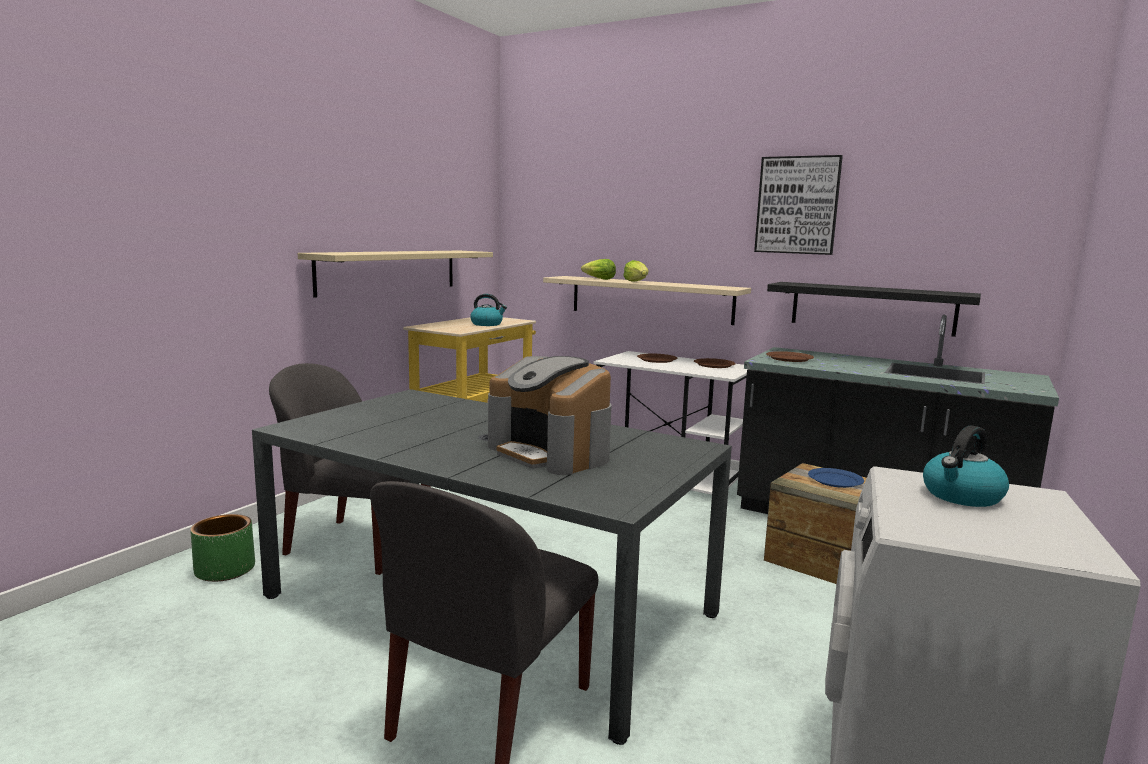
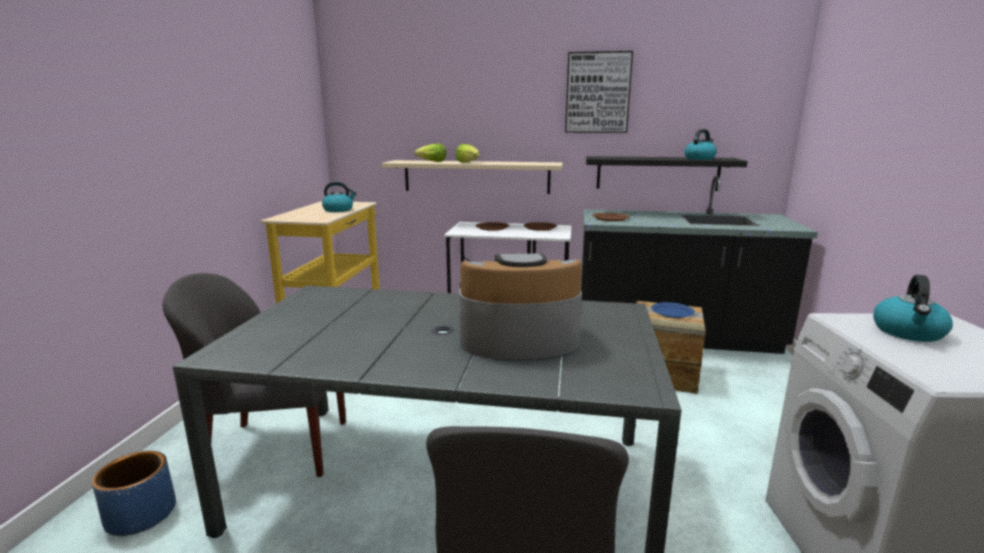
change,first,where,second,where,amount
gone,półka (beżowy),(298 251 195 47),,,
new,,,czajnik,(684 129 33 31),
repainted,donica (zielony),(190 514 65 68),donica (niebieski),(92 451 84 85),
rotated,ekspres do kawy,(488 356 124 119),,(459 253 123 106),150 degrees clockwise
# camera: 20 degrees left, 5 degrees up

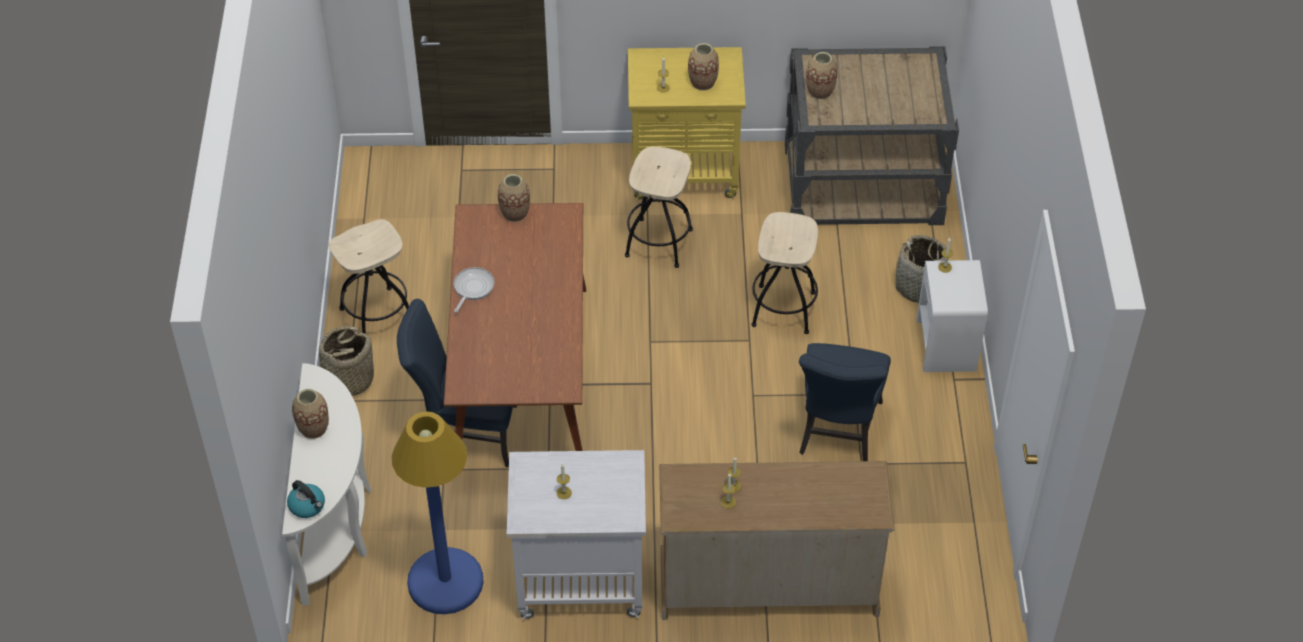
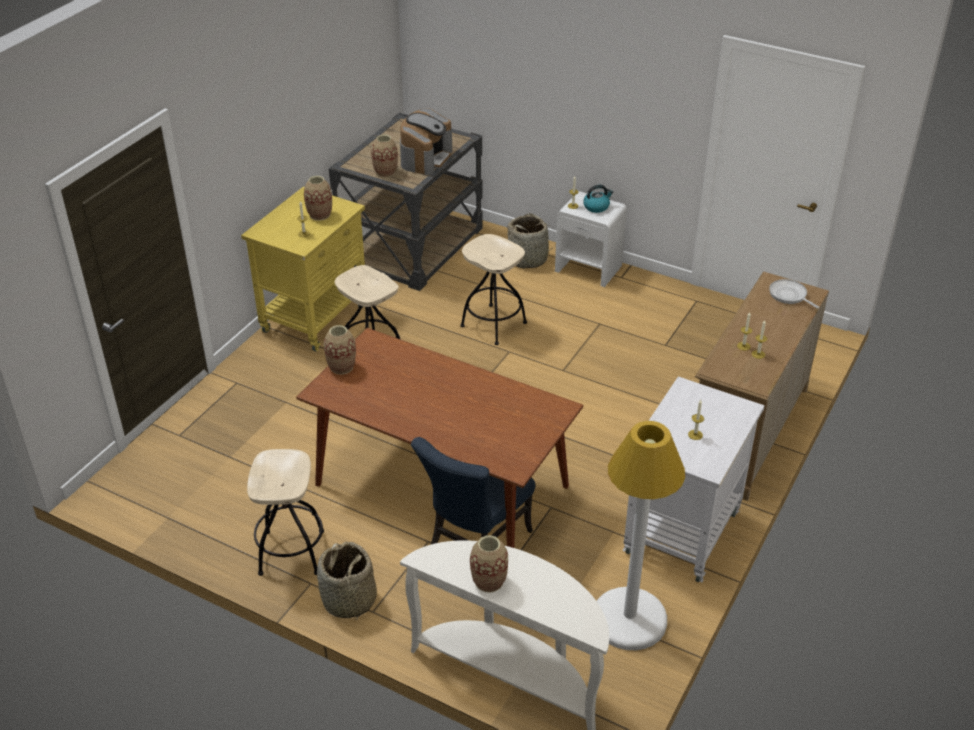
change,first,where,second,where,amount
gone,krzesło (niebieski),(799 343 92 118),,,
new,,,ekspres do kawy,(400 108 52 67),
shifted,czajnik,(287 480 38 38),,(583 185 30 28),
shifted,patelnia,(454 267 40 46),,(769 279 50 30),
repainted,lampa stojąca (niebieski),(392 412 92 202),lampa stojąca (biały),(597 421 88 229),
# camera: 60 degrees left, 10 degrees down

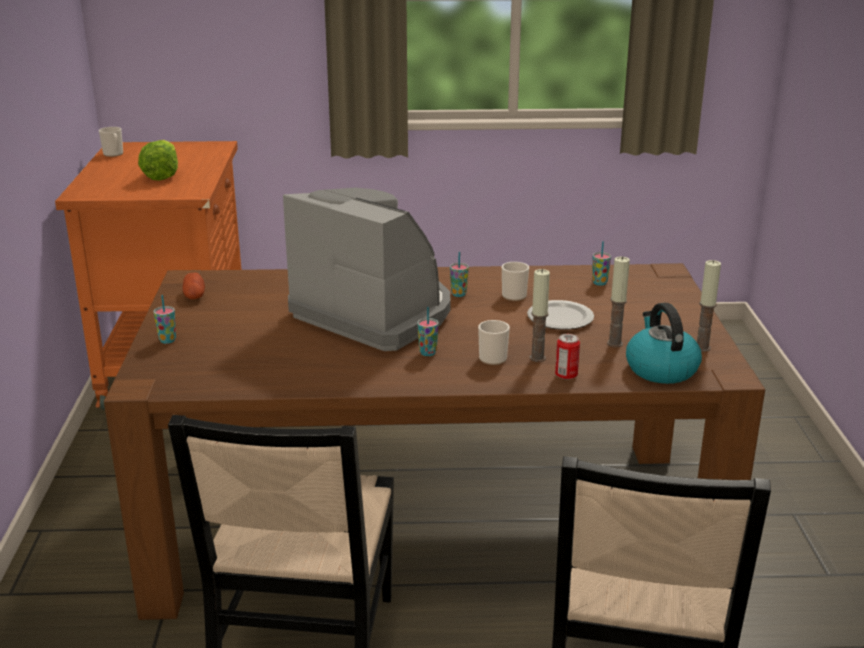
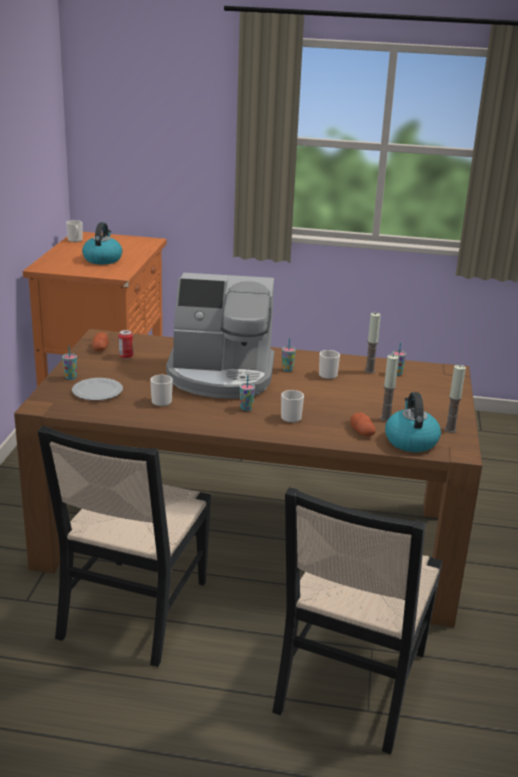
change,first,where,second,where,amount
new,,,kubek,(150 375 23 32),
new,,,ziemniak,(350 413 26 23),
shifted,talerz,(527 300 67 30),,(72 378 51 23),
shifted,świeca,(530 269 20 93),,(365 313 16 61),
shifted,puszka,(555 334 25 46),,(119 330 14 29),
swapped,sałata,(138 140 40 41),czajnik,(82 222 40 43),
rotated,ekspres do kawy,(283 188 168 163),,(166 273 108 126),135 degrees clockwise
# camera: 10 degrees right, 0 degrees up

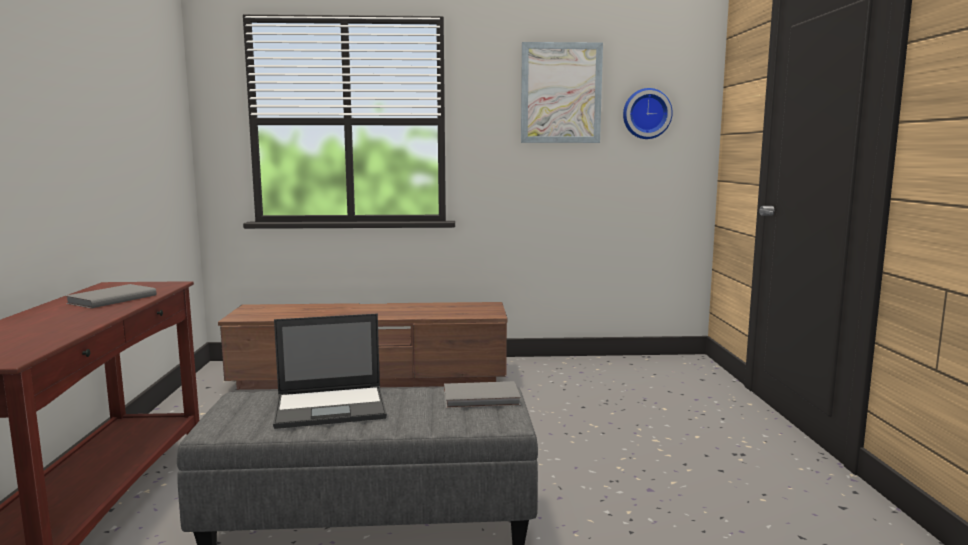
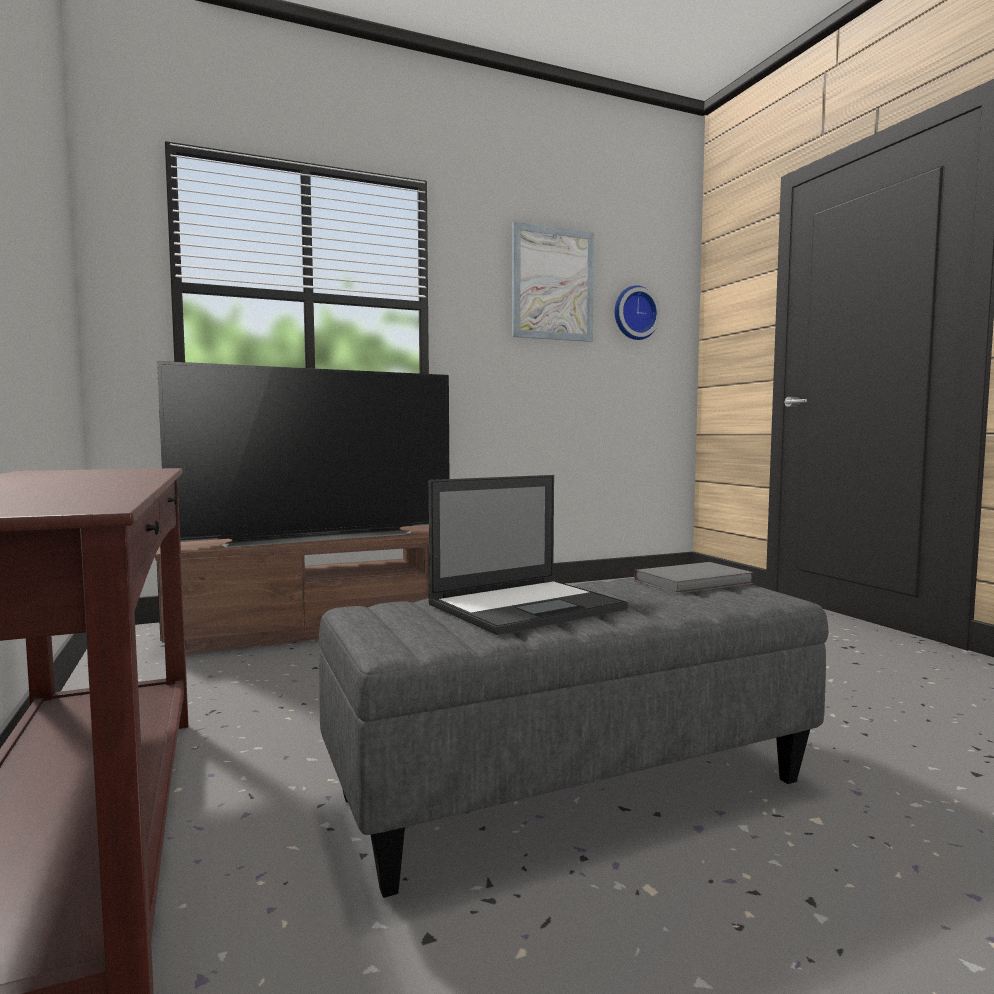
change,first,where,second,where,amount
gone,książka (szary),(66 284 90 24),,,
new,,,telewizor,(157 361 292 187),
# camera: 20 degrees left, 5 degrees down

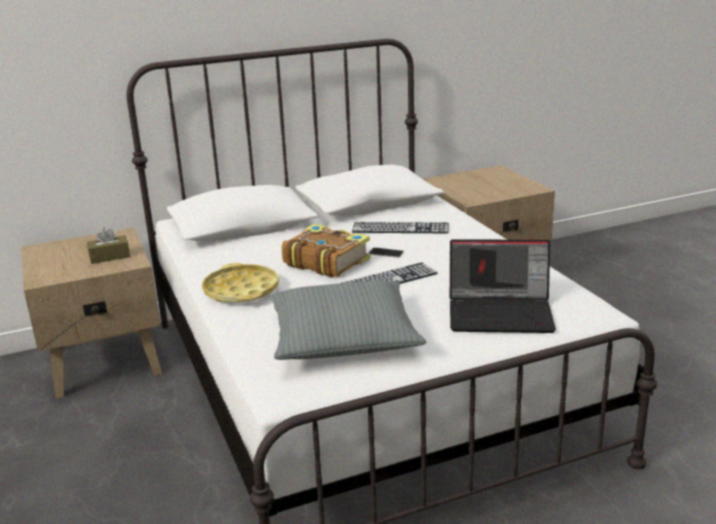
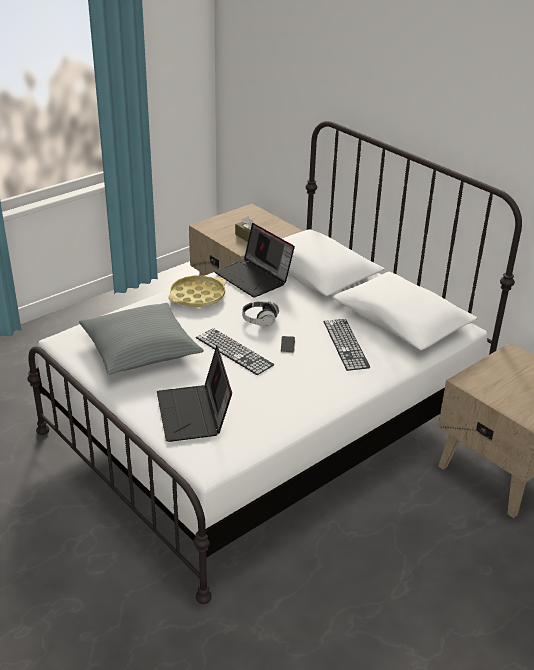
change,first,where,second,where,amount
new,,,laptop,(214 223 81 75),
swapped,książka,(282 224 88 53),słuchawki,(242 301 37 26),
# camera: 70 degrees right, 10 degrees up

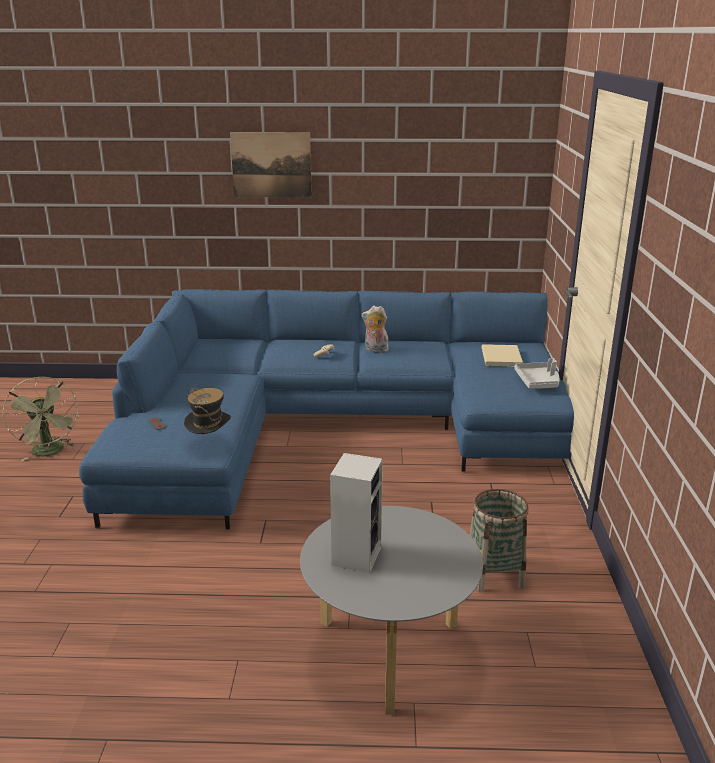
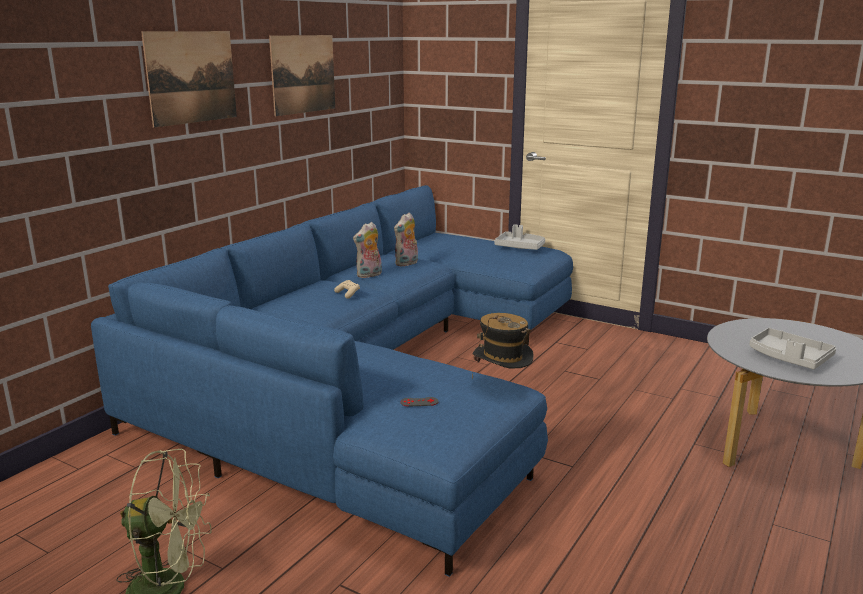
change,first,where,second,where,amount
gone,koszyk,(469 489 60 104),,,
gone,książka (beżowy),(482 344 41 23),,,
new,,,obraz,(269 35 66 81),
new,,,pluszak,(394 213 24 54),
swapped,głośnik,(330 453 53 120),taca (szary),(750 328 86 41),
# camera: 60 degrees left, 5 degrees down

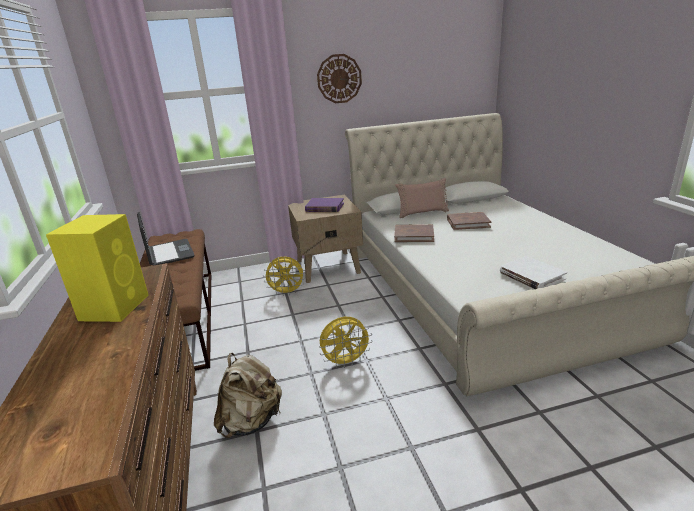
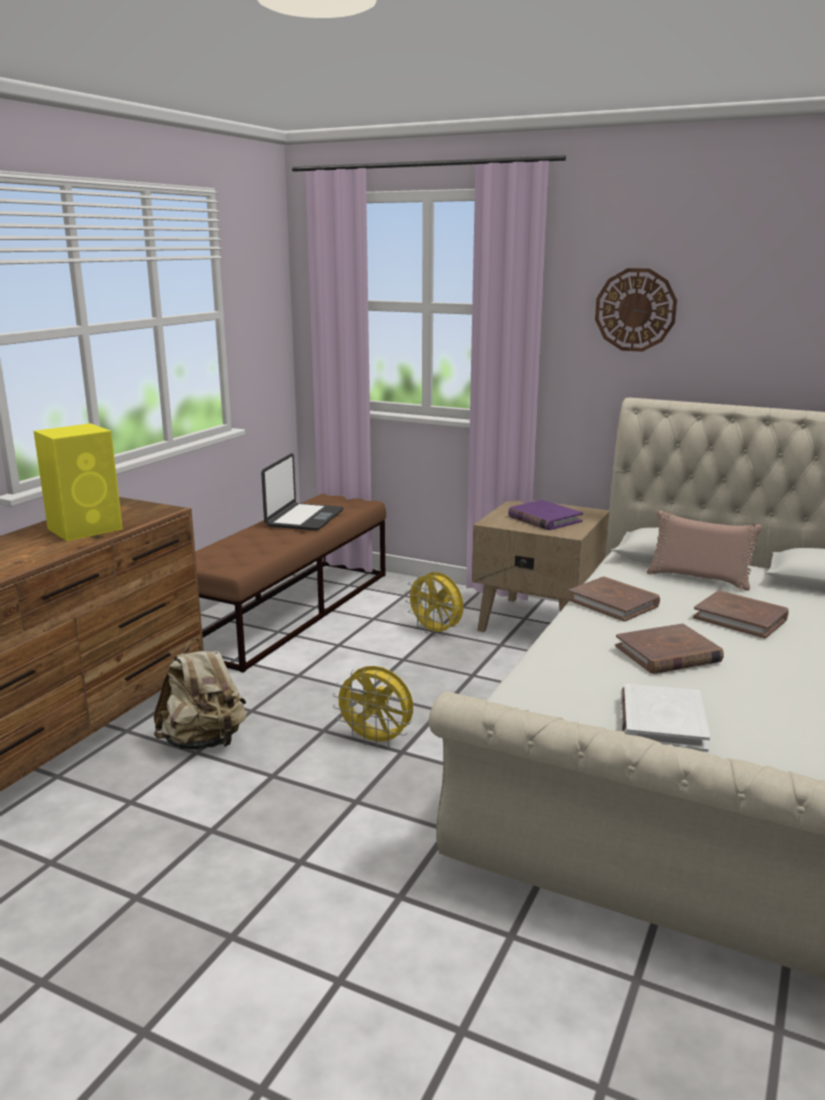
change,first,where,second,where,amount
new,,,książka (brązowy),(615 623 109 51),
# camera: 40 degrees right, 5 degrees down

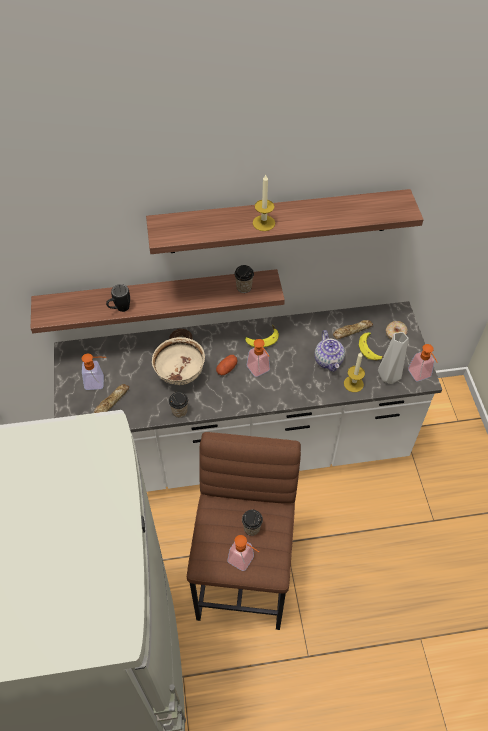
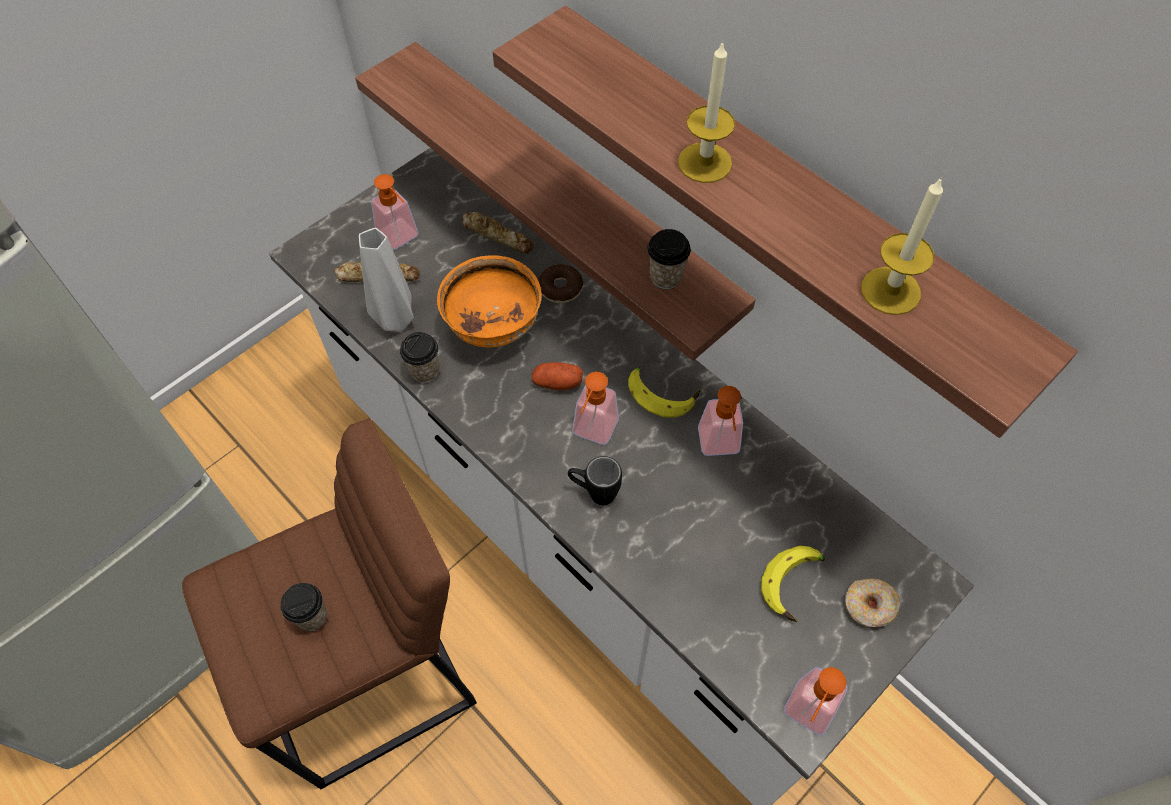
change,first,where,second,where,amount
gone,imbryk,(314 330 31 42),,,
shifted,kubek (czarny),(106 284 24 28),,(568 456 54 49),
shifted,dozownik mydła,(227 535 32 36),,(698 386 45 70),
shifted,chleb,(333 320 40 19),,(463 212 71 42),
shifted,świeca,(344 352 21 40),,(861 177 82 138),
shifted,wazon (szary),(378 332 30 52),,(359 228 55 104),
repainted,miska (beżowy),(152 337 53 48),miska (pomarańczowy),(437 255 104 93),
# camera: 55 degrees right, 5 degrees up

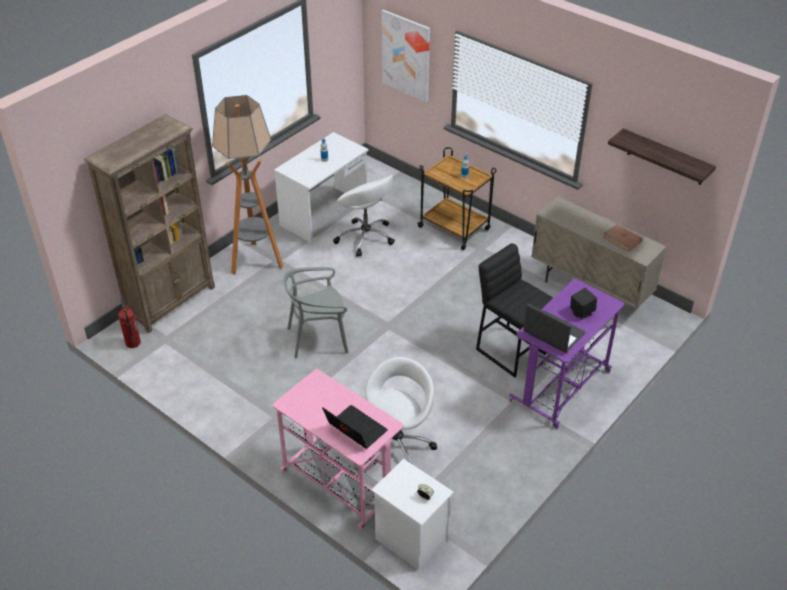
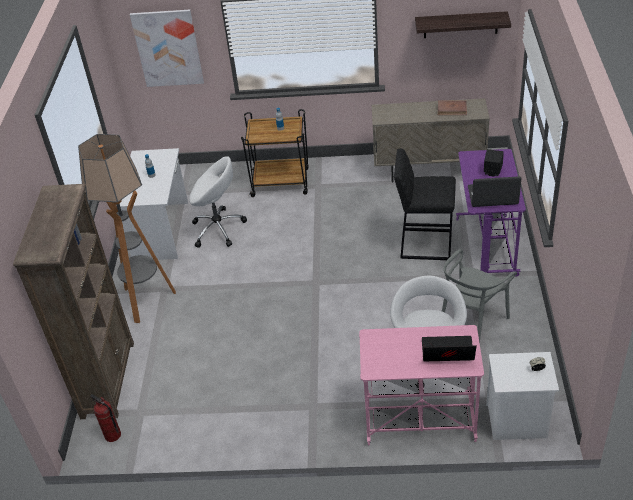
change,first,where,second,where,amount
shifted,krzesło (szary),(283 267 66 91),,(442 249 74 94),
# camera: 35 degrees left, 0 degrees up

